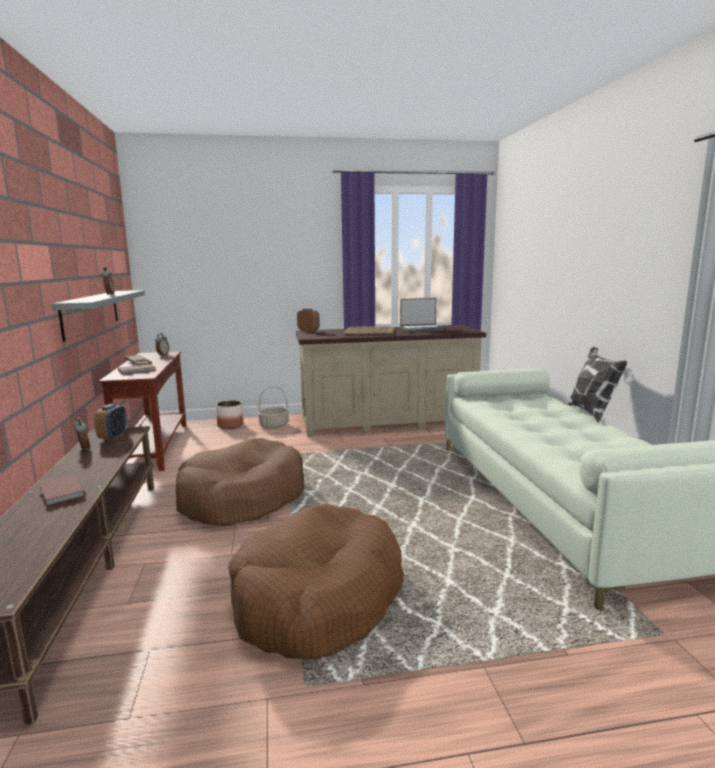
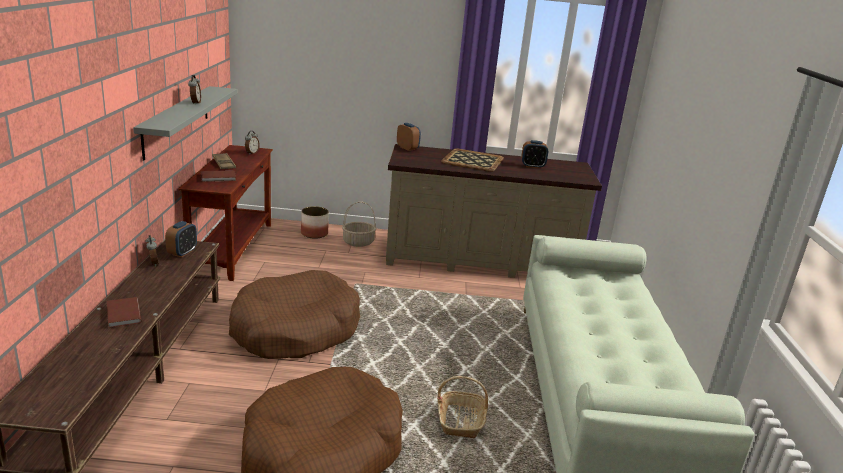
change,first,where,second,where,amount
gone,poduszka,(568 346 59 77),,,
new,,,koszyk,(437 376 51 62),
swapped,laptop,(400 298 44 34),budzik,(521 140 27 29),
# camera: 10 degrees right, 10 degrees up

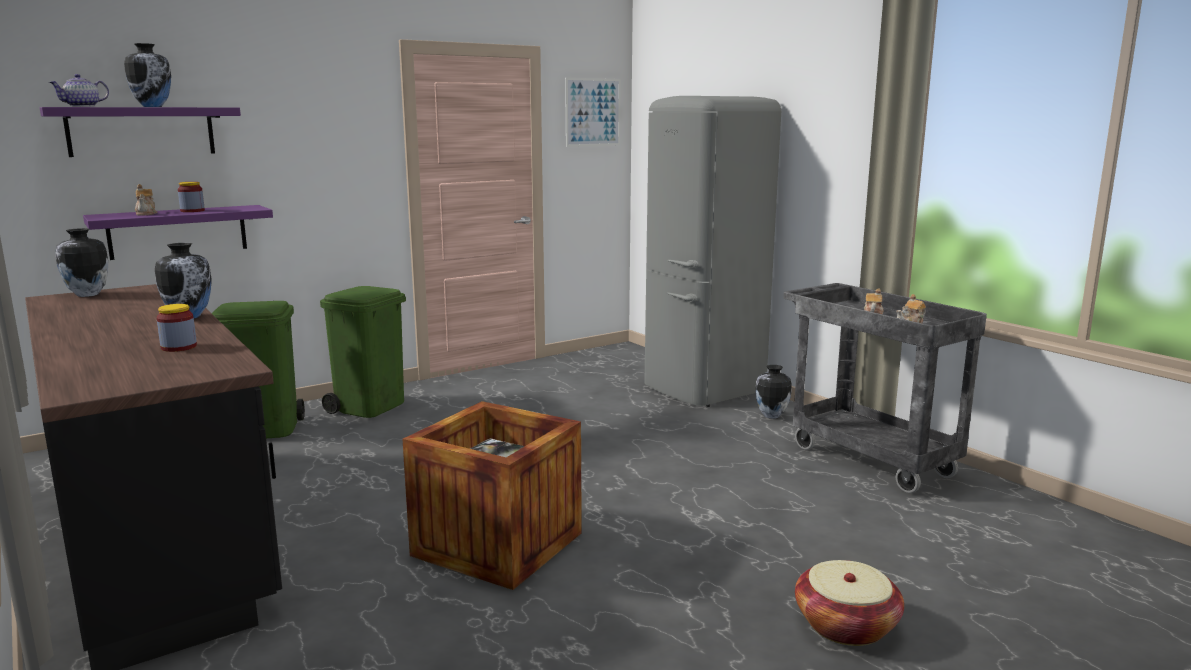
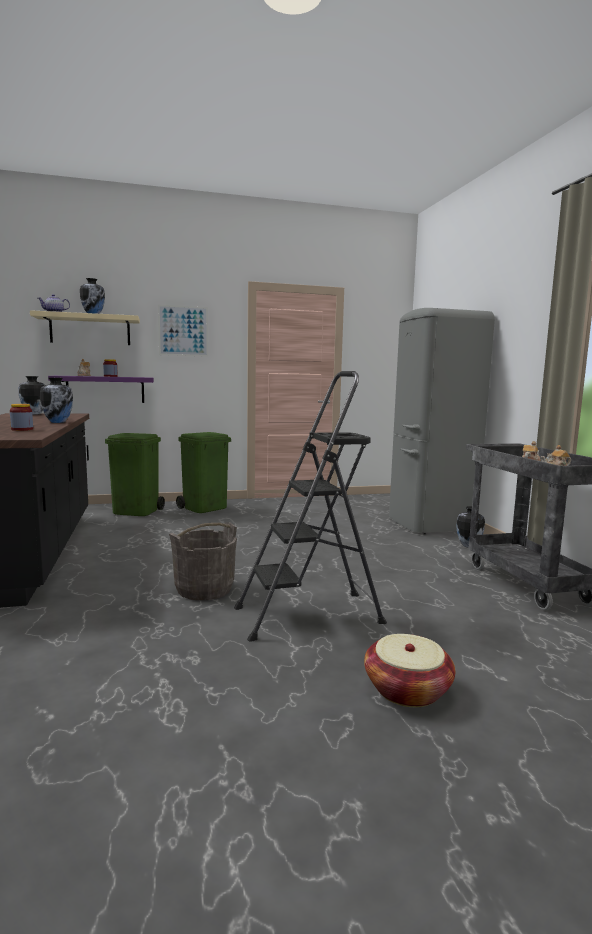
change,first,where,second,where,amount
new,,,drabinka,(234 371 153 271),
shifted,obraz,(565 78 56 69),,(158 305 50 52),
swapped,skrzynka,(402 401 180 189),wiadro (szary),(169 523 68 77),
repainted,półka (fioletowy),(40 107 201 50),półka (beżowy),(30 310 110 35),
# camera: 20 degrees right, 5 degrees down

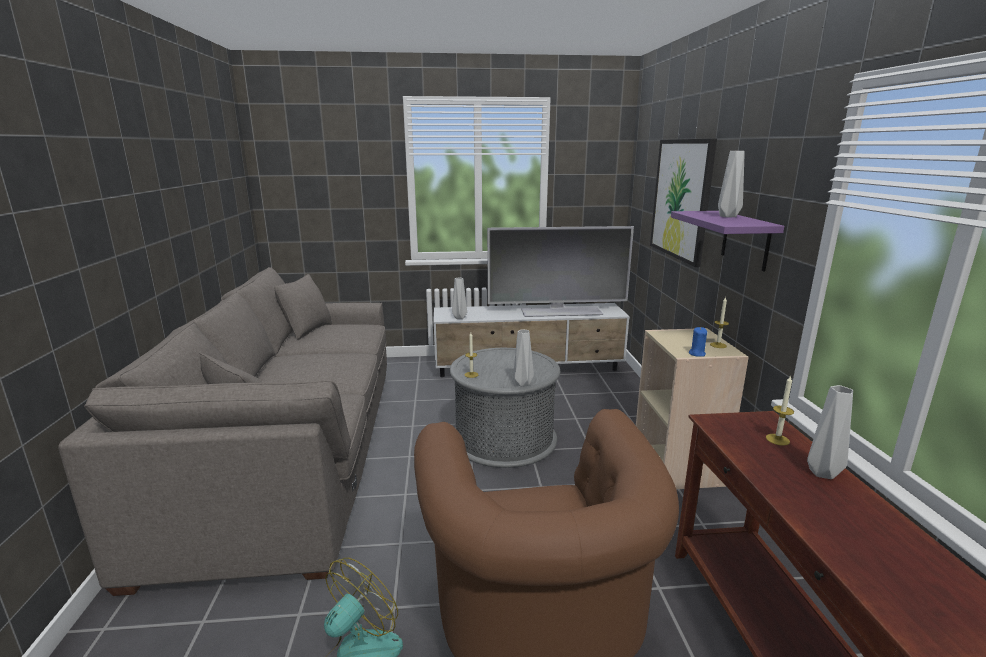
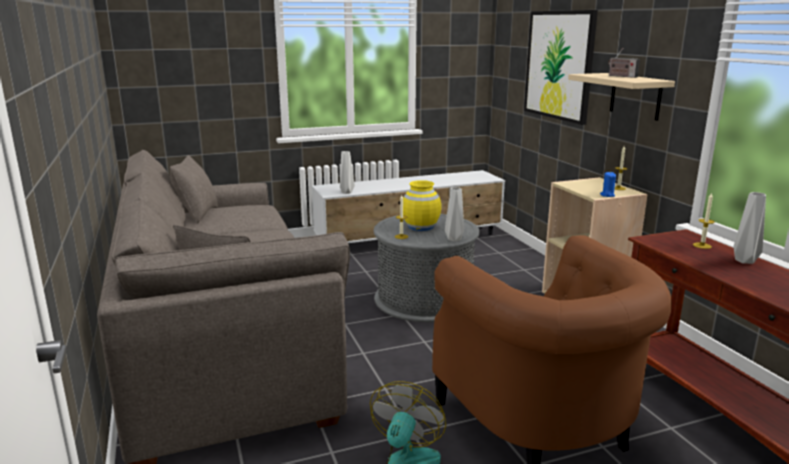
change,first,where,second,where,amount
gone,telewizor,(487 226 147 91),,,
new,,,wazon (żółty),(403 180 38 51),
swapped,wazon (szary),(718 151 26 66),radio,(608 48 32 30),
repainted,półka (fioletowy),(671 211 113 61),półka (beżowy),(568 73 107 48),
# camera: 15 degrees left, 0 degrees up

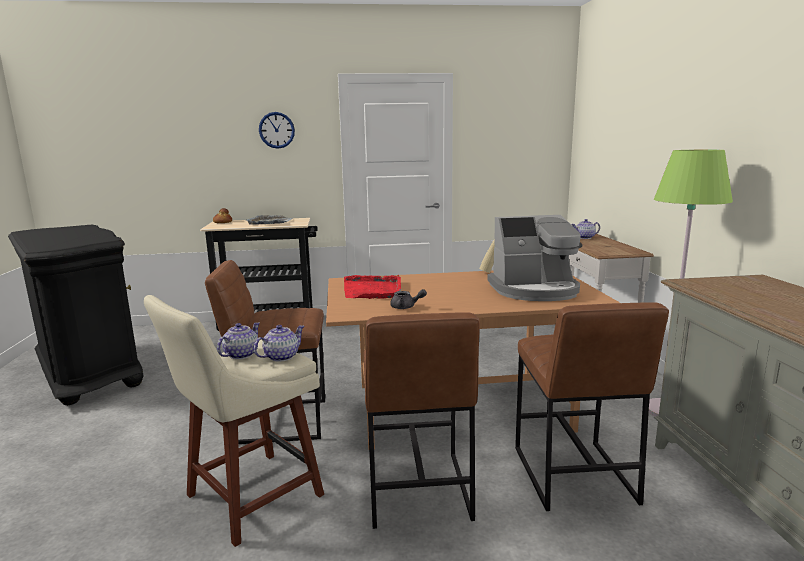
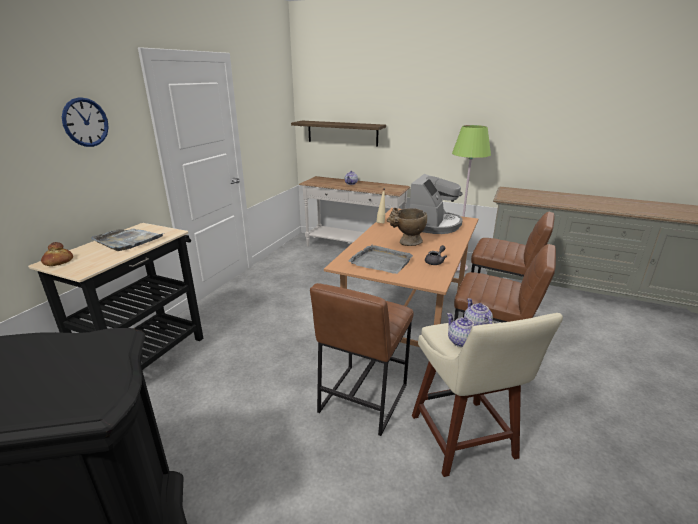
change,first,where,second,where,amount
new,,,półka,(291 121 95 26),
new,,,wazon (beżowy),(387 208 40 38),
repainted,taca (czerwony),(344 275 57 24),taca (szary),(349 244 64 30),
# camera: 60 degrees left, 10 degrees up

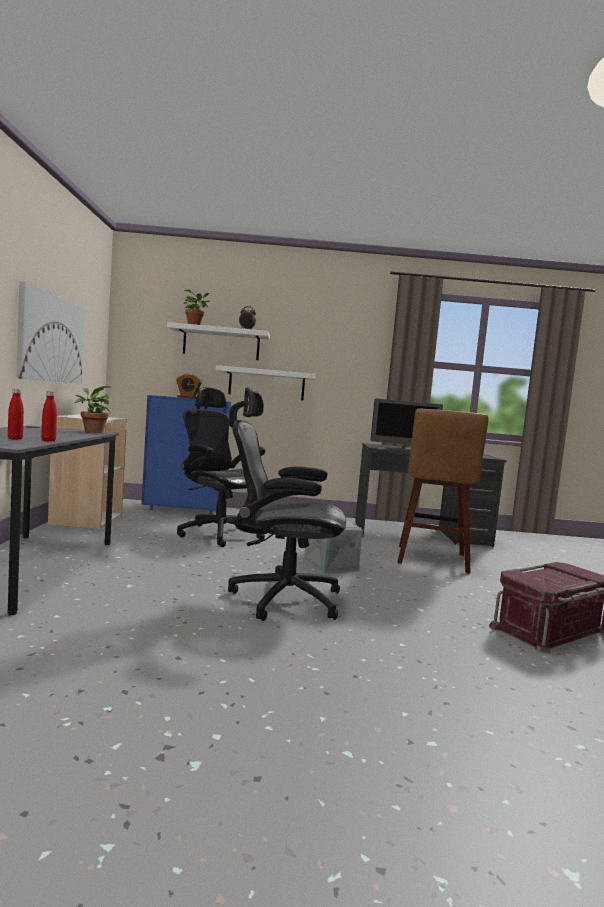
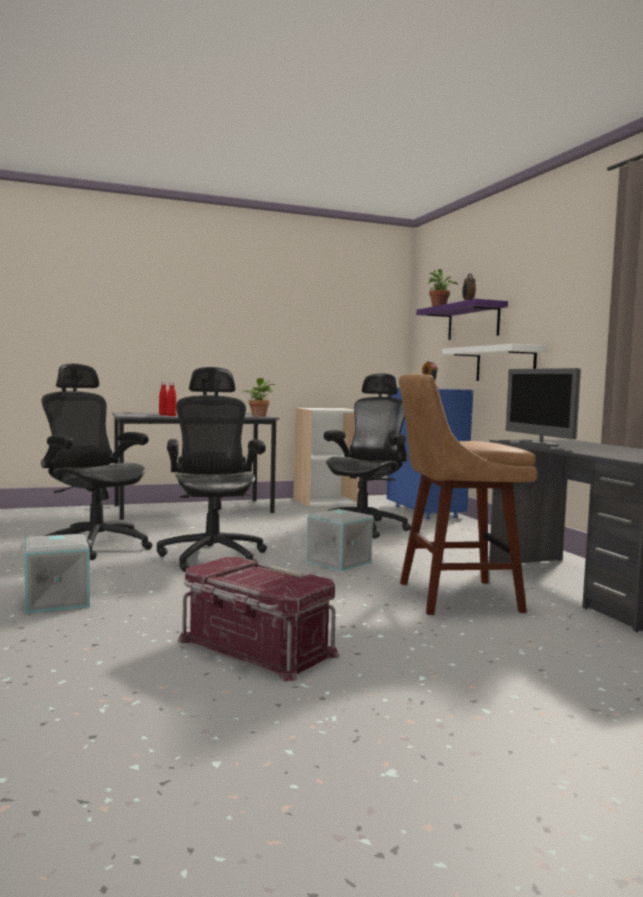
change,first,where,second,where,amount
gone,obraz,(16 281 69 103),,,
new,,,pojemnik do przechowywania (szary),(20 534 72 79),
new,,,krzesło biurowe,(41 364 111 196),
repainted,półka (biały),(167 322 103 38),półka (fioletowy),(416 299 92 41),
# camera: 70 degrees right, 0 degrees up

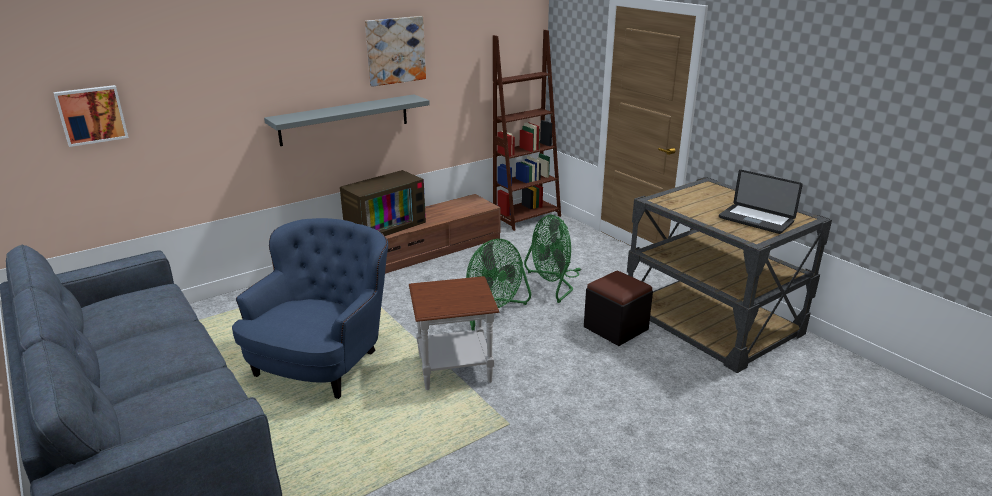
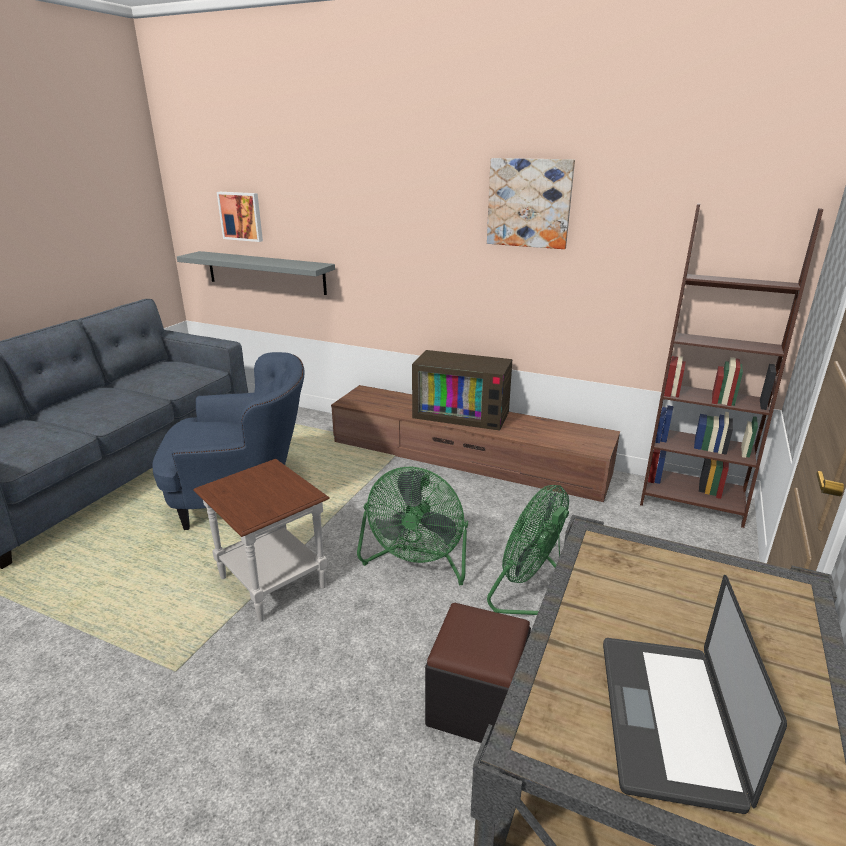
change,first,where,second,where,amount
shifted,półka (szary),(264 94 166 52),,(177 251 158 44),
# camera: 60 degrees right, 0 degrees up

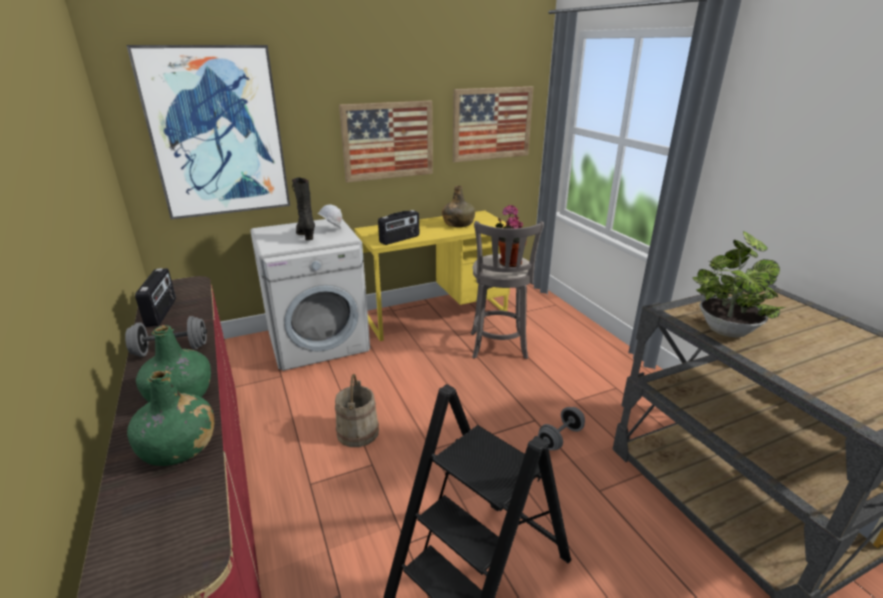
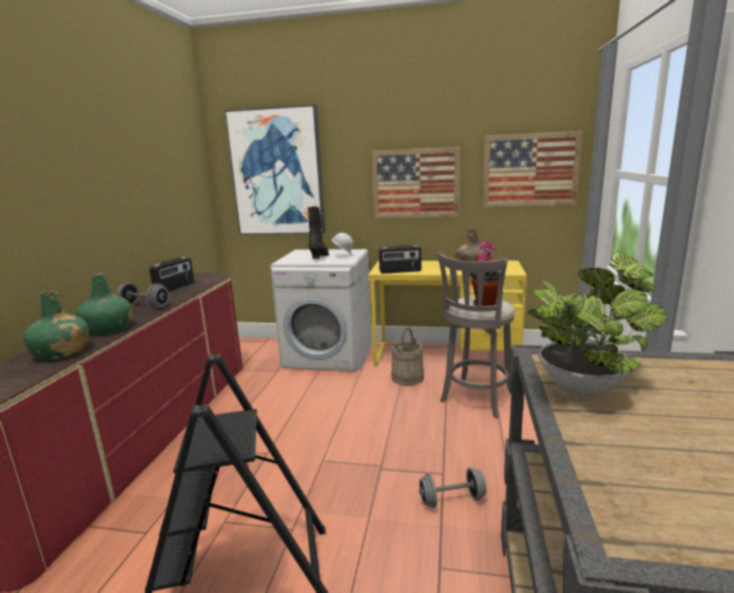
change,first,where,second,where,amount
shifted,wiadro (beżowy),(335 374 44 73),,(391 328 33 58),
# camera: 35 degrees right, 10 degrees down

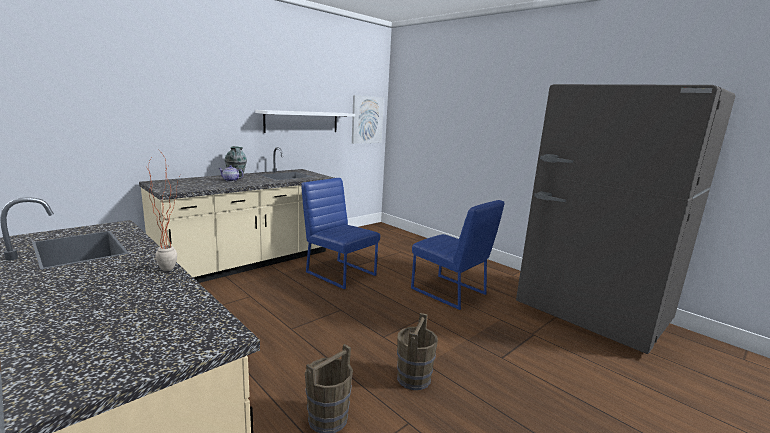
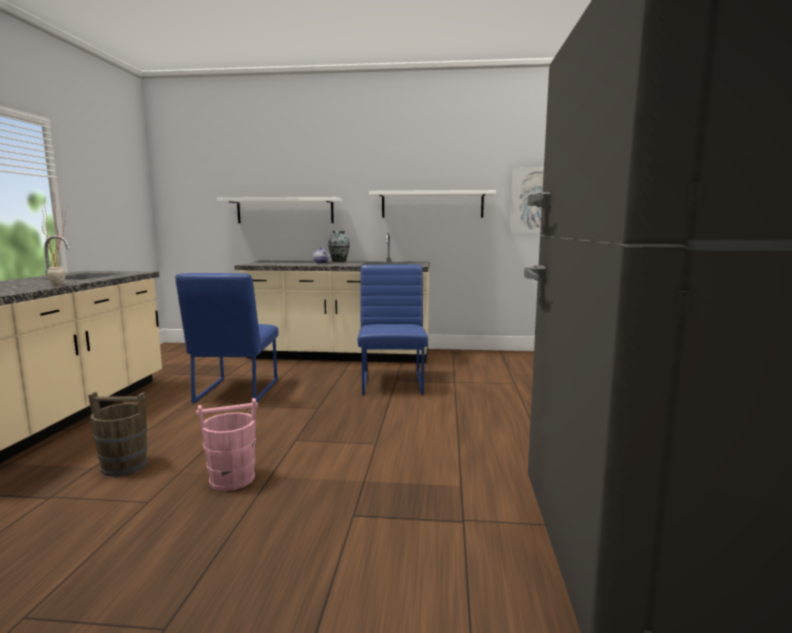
change,first,where,second,where,amount
new,,,półka (biały),(217 197 125 26),
shifted,krzesło (niebieski),(411 200 94 110),,(175 273 103 130),
repainted,wiadro (brązowy),(397 313 41 77),wiadro (różowy),(196 398 62 93),
# camera: 50 degrees right, 5 degrees down

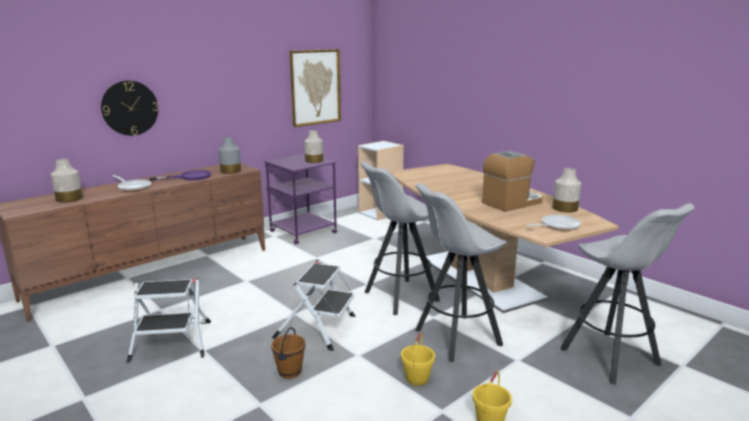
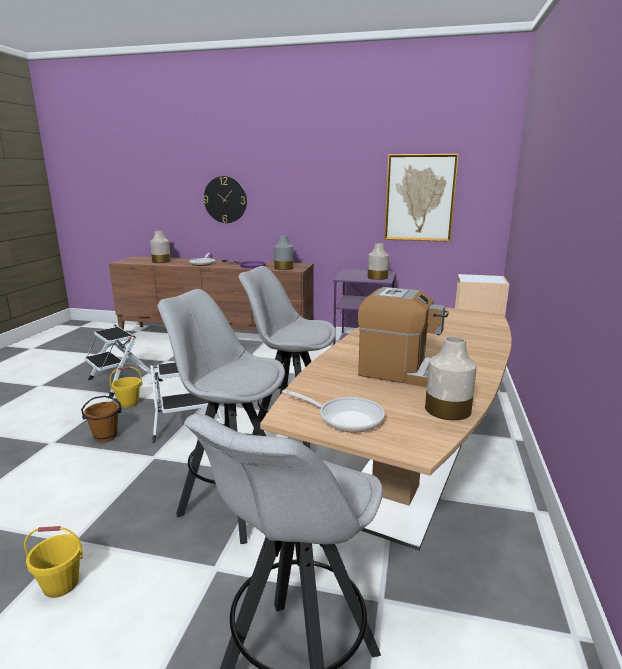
change,first,where,second,where,amount
shifted,wiadro (żółty),(401 332 34 54),,(109 366 34 42),
# camera: 55 degrees right, 0 degrees up

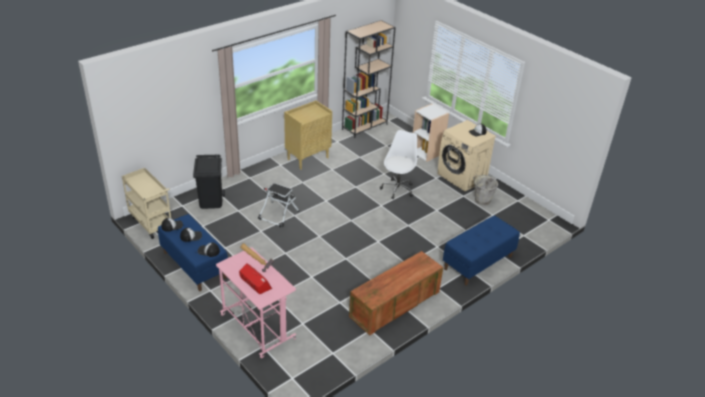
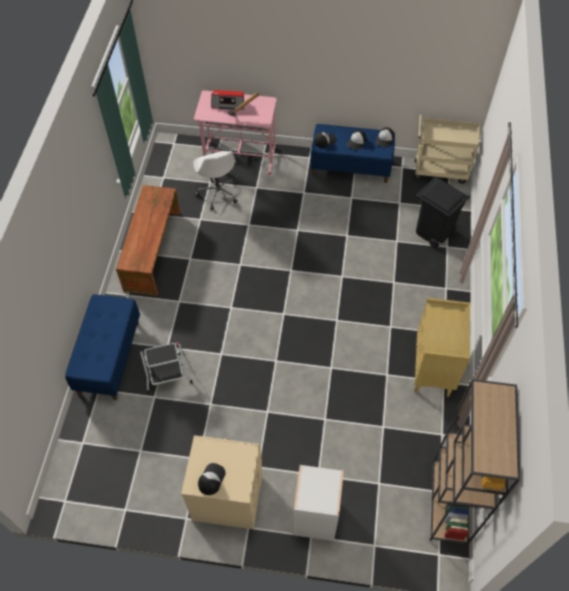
change,first,where,second,where,amount
gone,wiadro (szary),(473 175 25 30),,,
shifted,drabinka,(258 183 42 45),,(140 342 53 52),
shifted,krzesło biurowe (biały),(380 130 37 69),,(194 151 44 59),
# camera: 140 degrees right, 20 degrees up

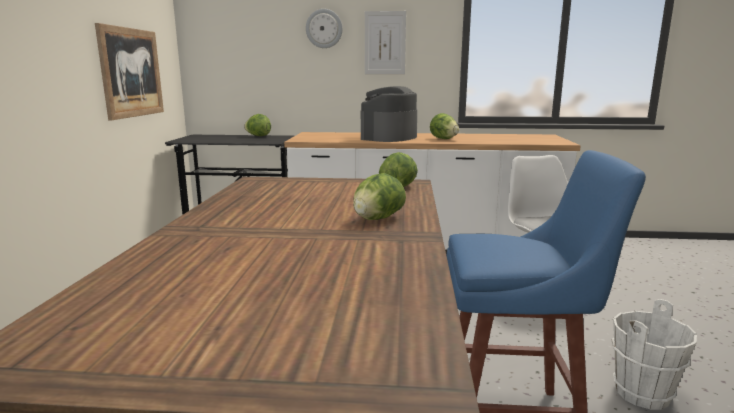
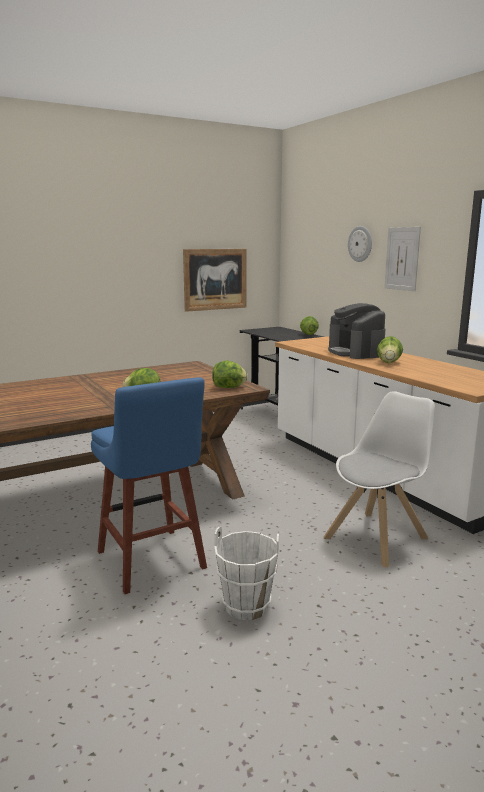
change,first,where,second,where,amount
rotated,ekspres do kawy,(361 86 56 56),,(328 303 57 56),105 degrees counterclockwise
# camera: 55 degrees right, 0 degrees up

